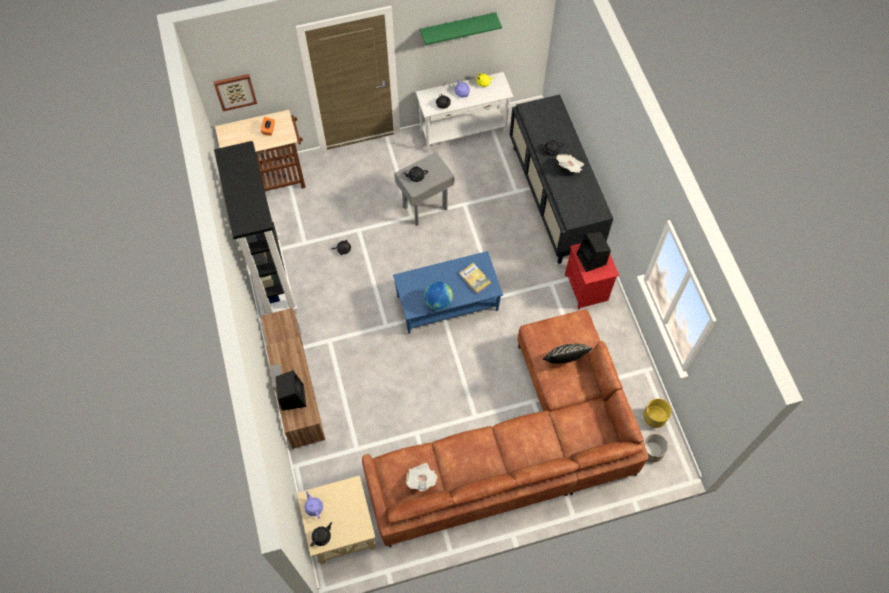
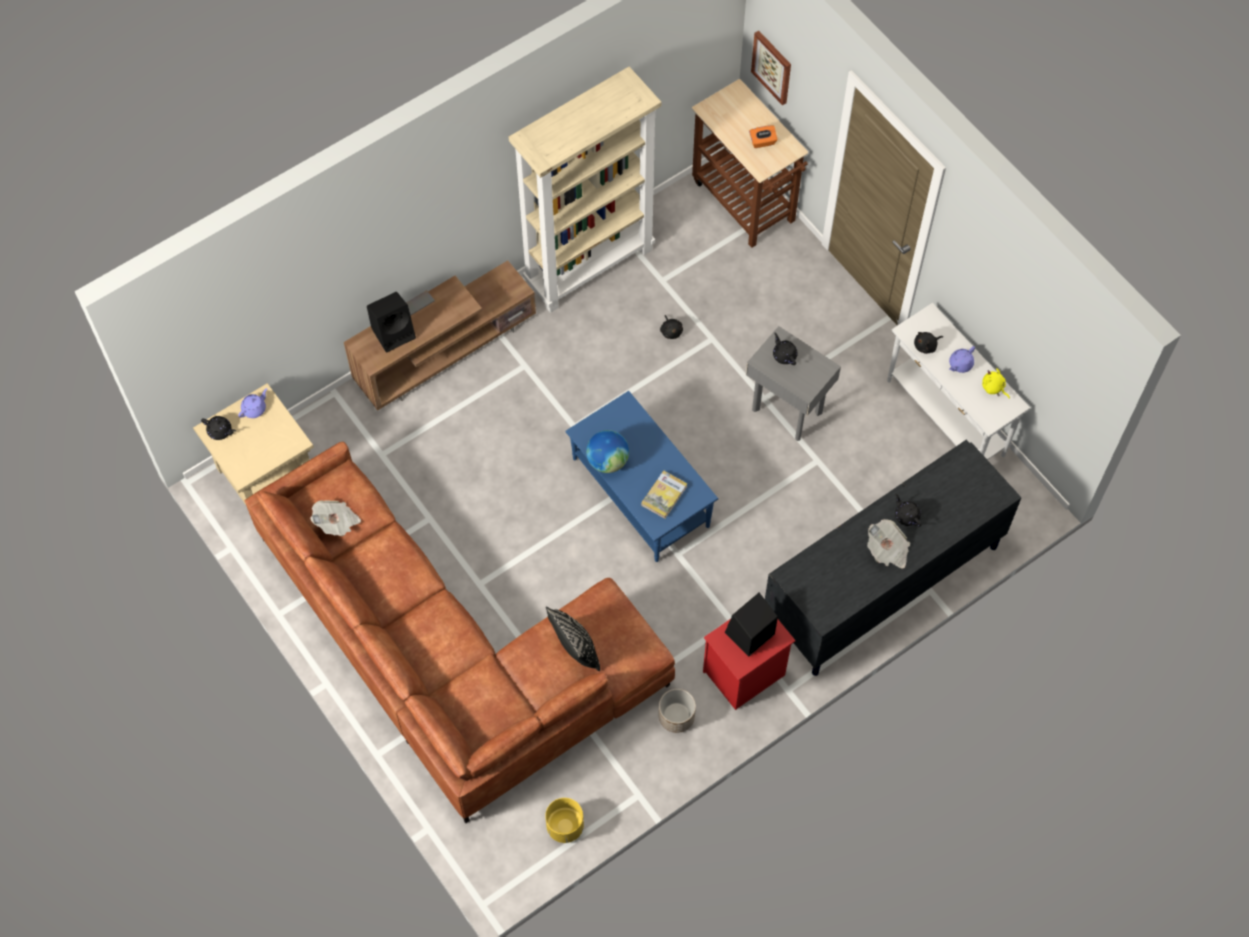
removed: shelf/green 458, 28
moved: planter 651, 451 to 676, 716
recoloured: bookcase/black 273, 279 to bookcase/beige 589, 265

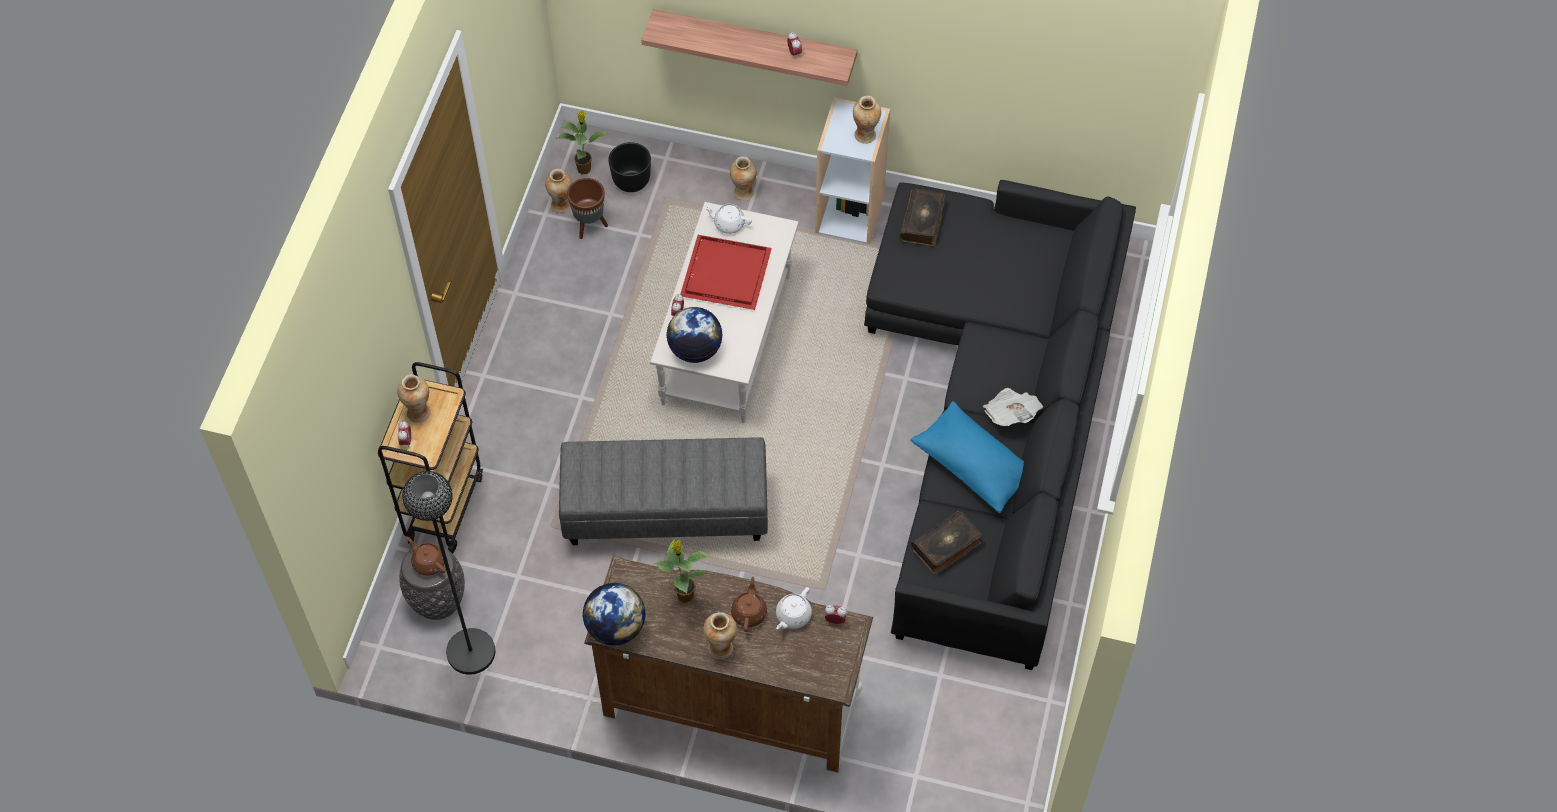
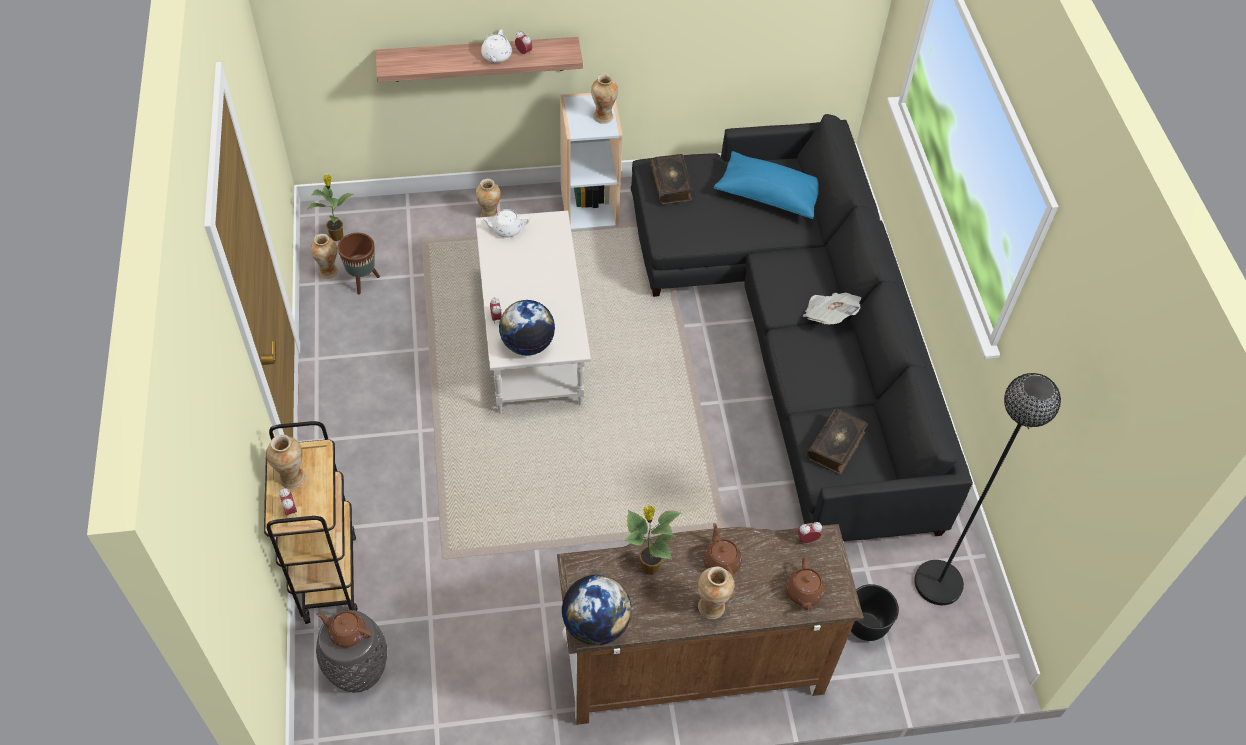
removed: ottoman/grey 666, 514; tray/red 725, 272
added: teapot/brown 803, 593
moved: floor lamp/black 471, 653 to 938, 584; planter/black 631, 182 to 865, 625; teapot/white 793, 616 to 496, 56; pillow/blue 974, 465 to 769, 195

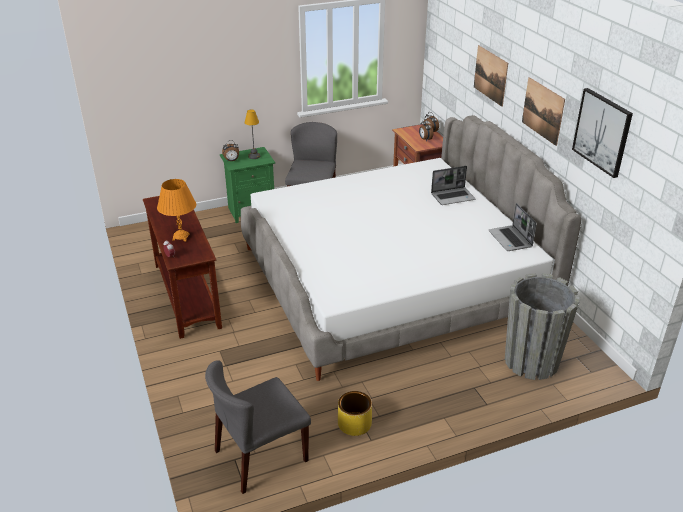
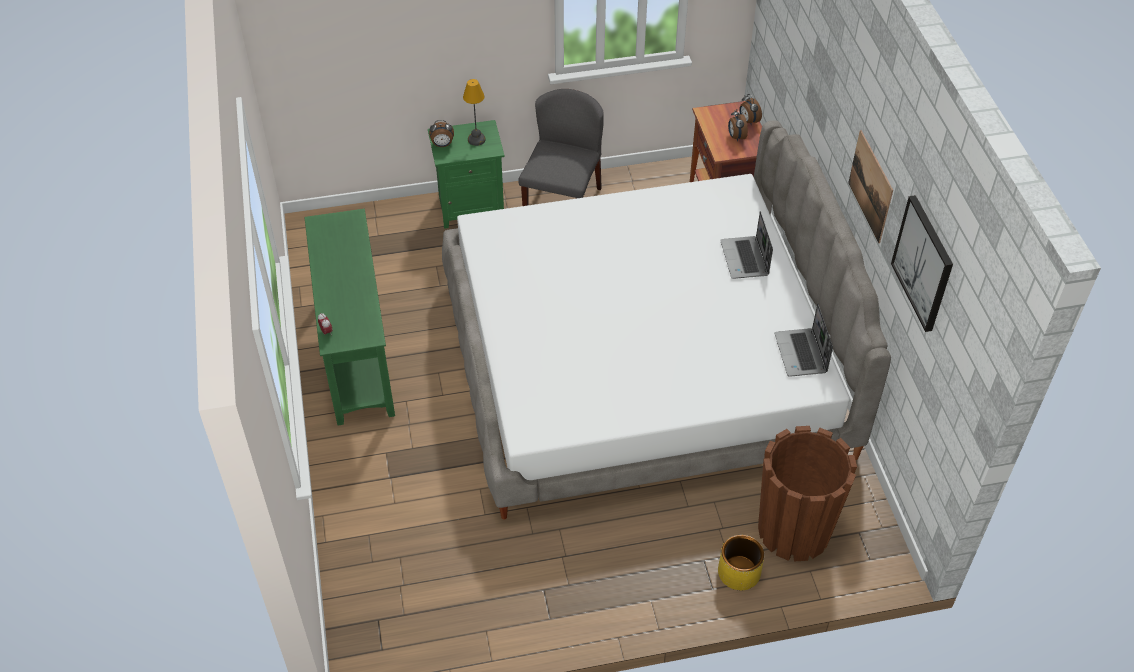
removed: table lamp/orange 181, 237; chair/grey 260, 456; picture 490, 75
moved: planter/yellow 354, 424 to 739, 573
recoloured: console table/brown 186, 295 to console table/green 356, 353; planter/grey 531, 361 to planter/brown 794, 530
turned: laptop 453, 197 = 745, 259 90 degrees clockwise

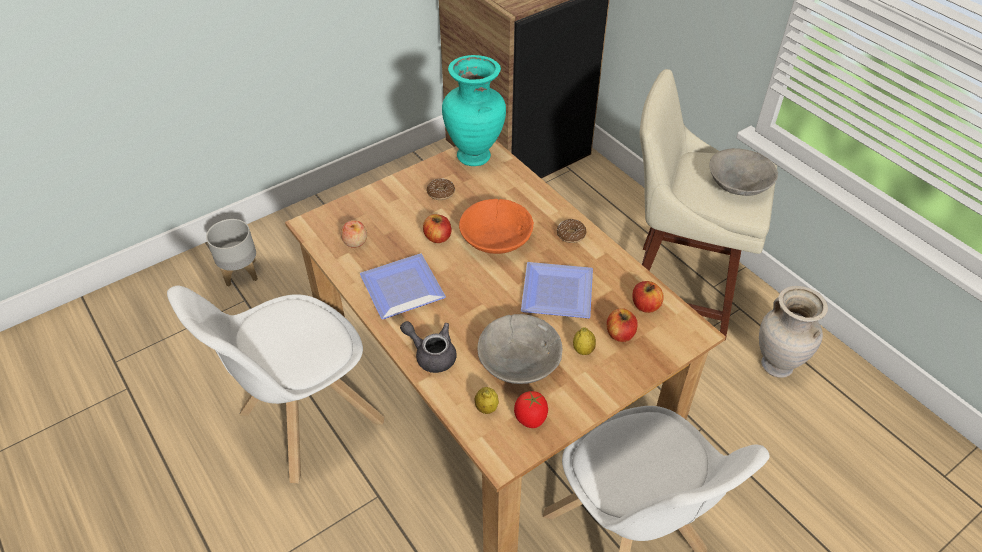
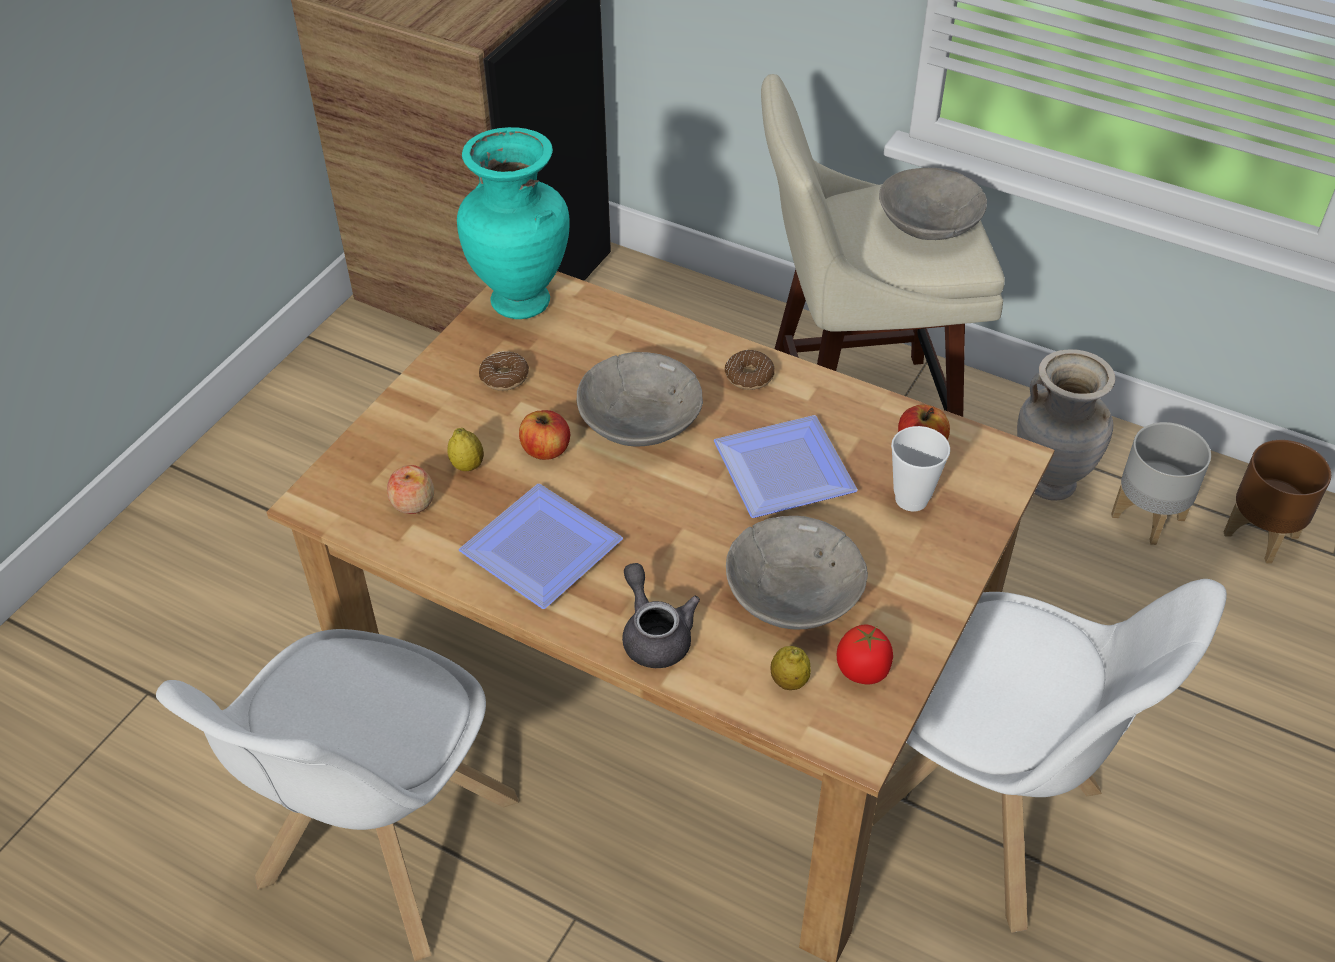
added: planter/brown 1259, 534
moved: planter/grey 241, 272 to 1146, 516; lemon 583, 350 to 467, 465
replaced: apple 620, 334 to cup 911, 499
recoloured: bowl/orange 496, 240 to bowl/grey 640, 422
turned: teapot/grey 431, 354 = 654, 634 60 degrees clockwise

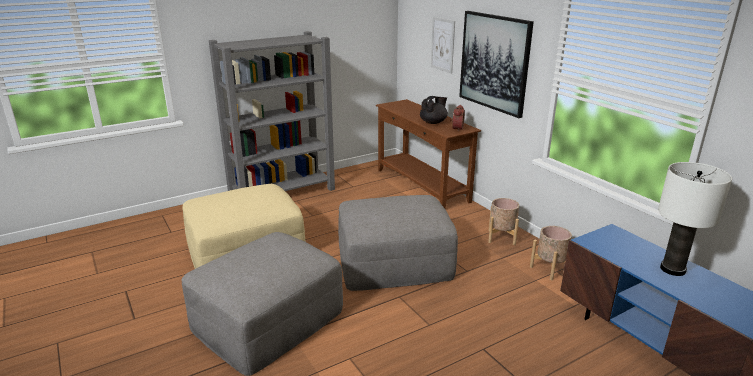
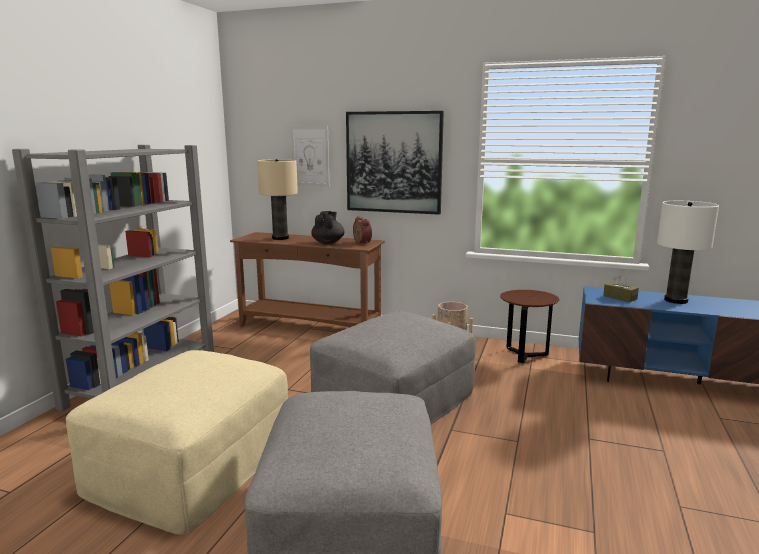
added: table lamp/beige 280, 238; tissue box/brown 620, 297
replaced: planter/beige 550, 269 to side table/brown 525, 356

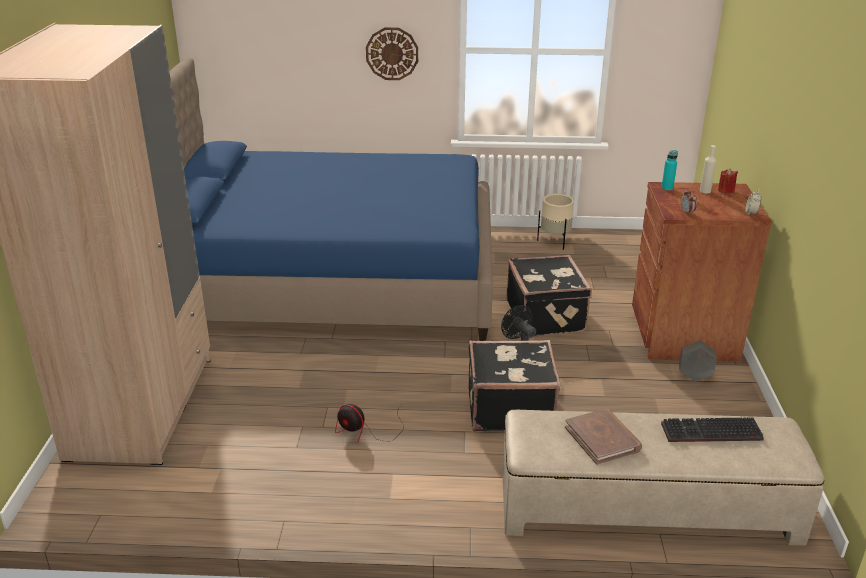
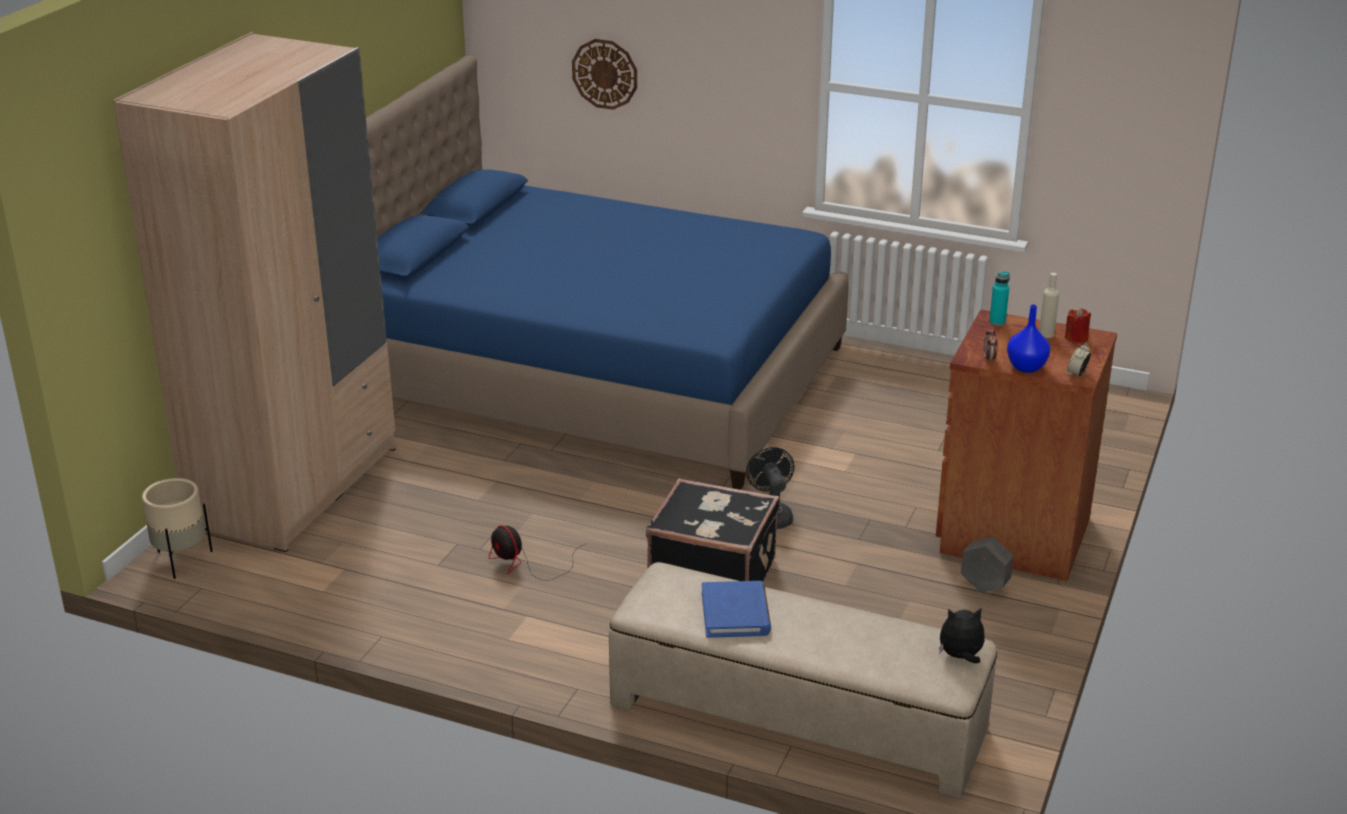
removed: suitcase/black 546, 316; keyboard 710, 433
added: plush toy 960, 657; vase/blue 1026, 367
moved: wall clock 392, 53 to 605, 73; planter/beige 555, 242 to 182, 560
recoloured: book/brown 602, 439 to book/blue 735, 613

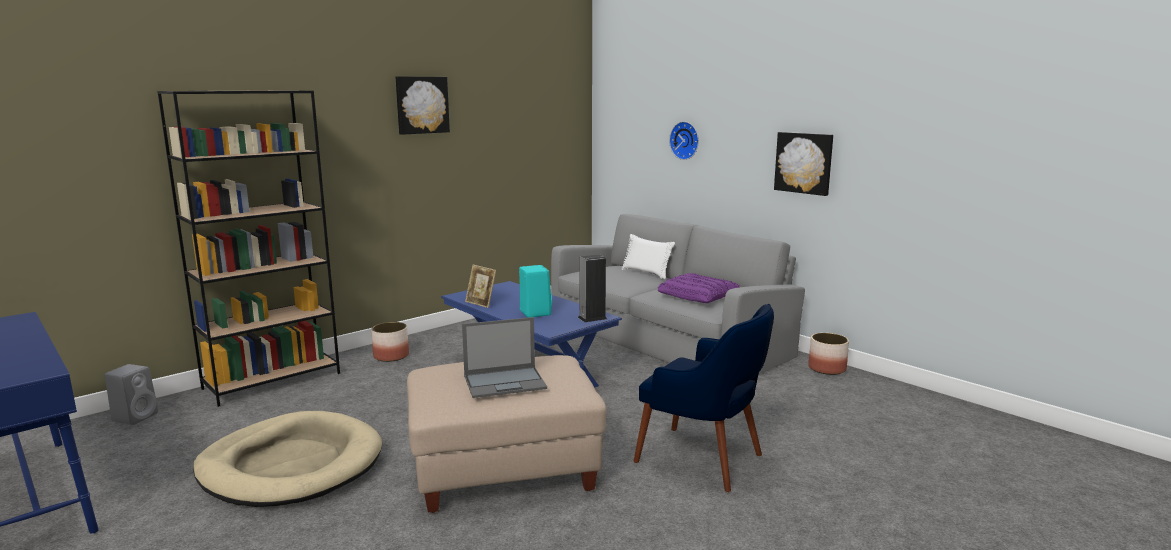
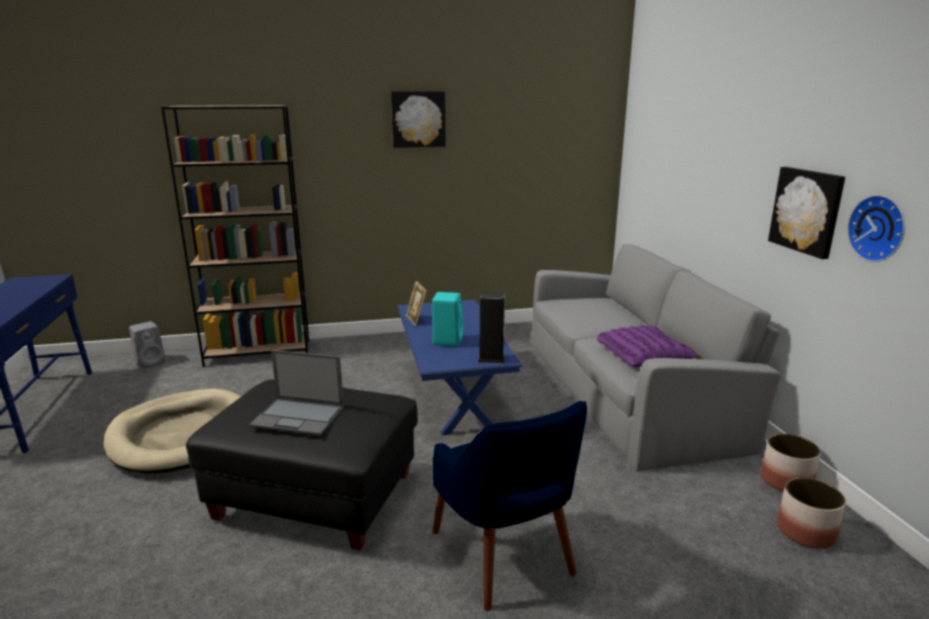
removed: pillow/white 646, 273
moved: planter 391, 356 to 806, 532; wall clock 685, 140 to 879, 228
recoloured: ottoman/beige 504, 470 to ottoman/black 316, 496

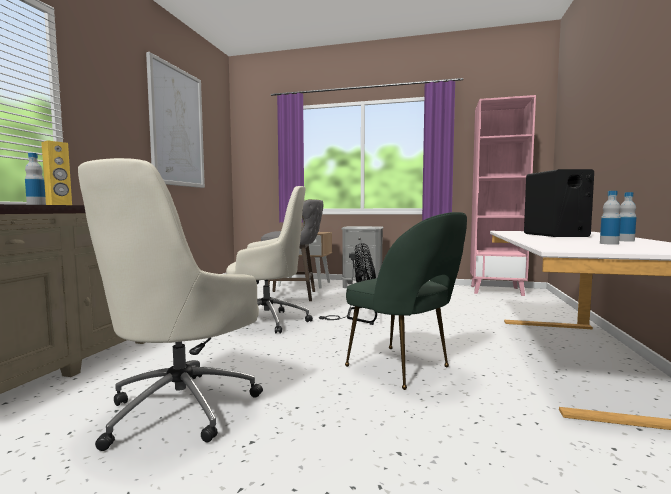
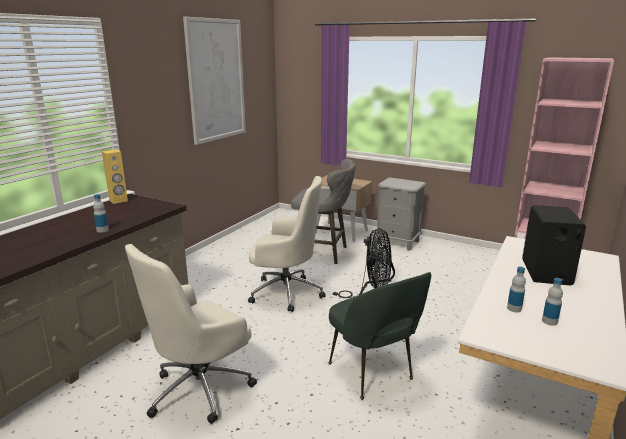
moved: bottle 625, 240 to 514, 308

